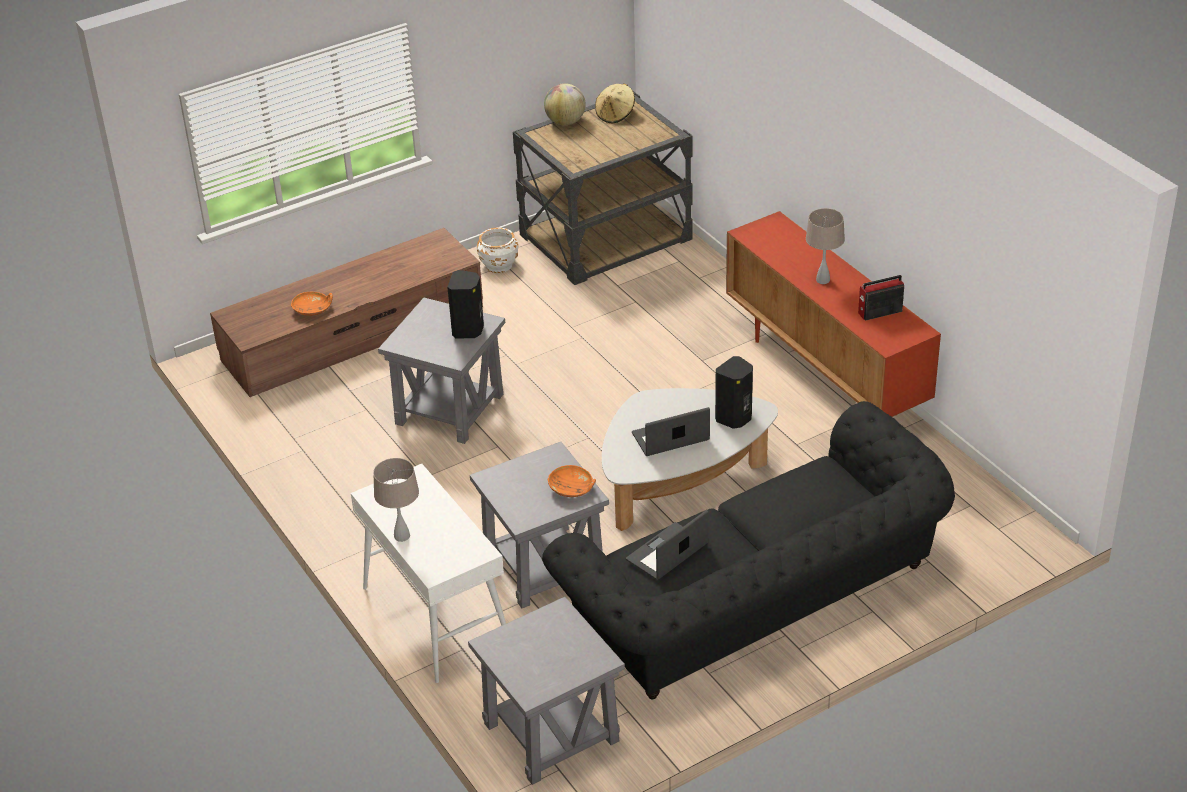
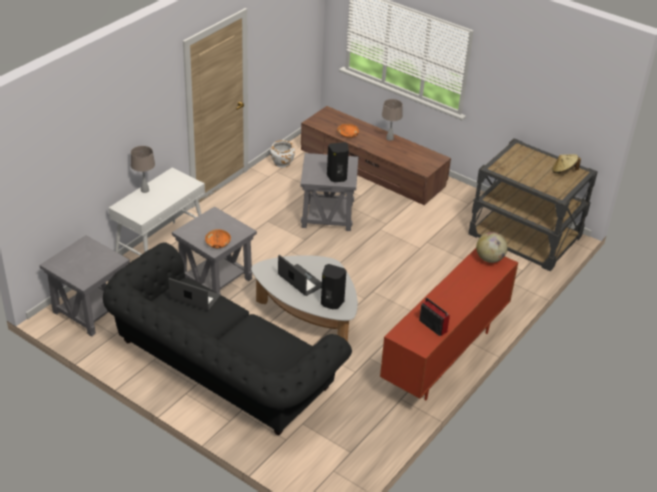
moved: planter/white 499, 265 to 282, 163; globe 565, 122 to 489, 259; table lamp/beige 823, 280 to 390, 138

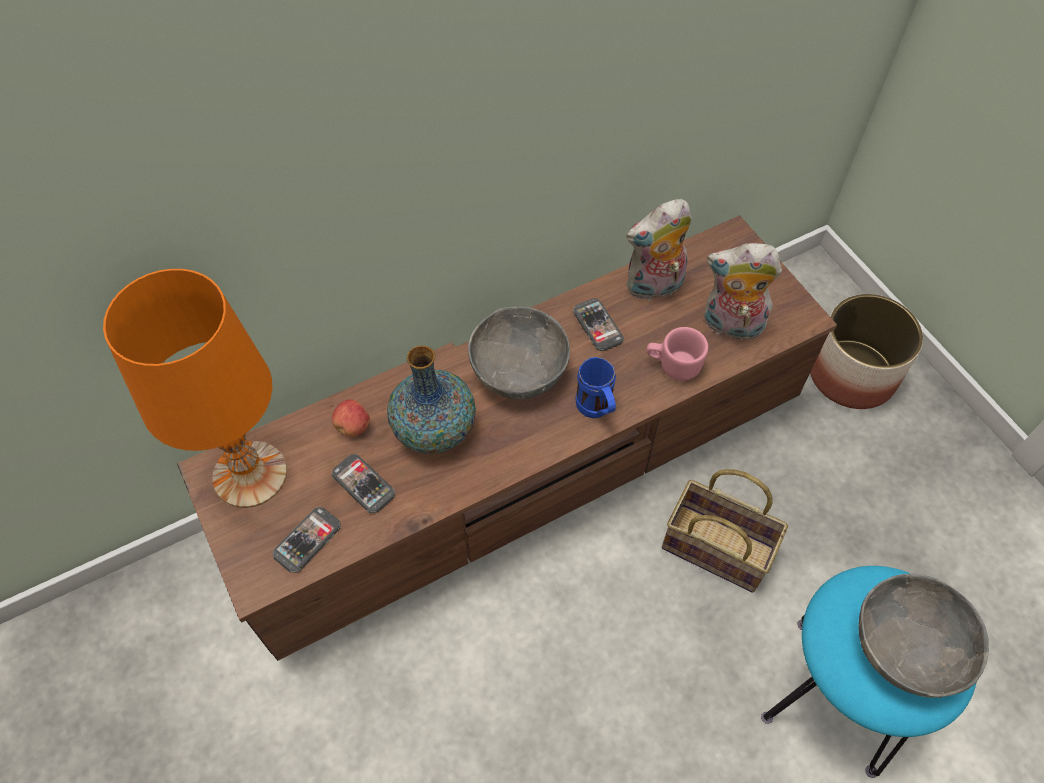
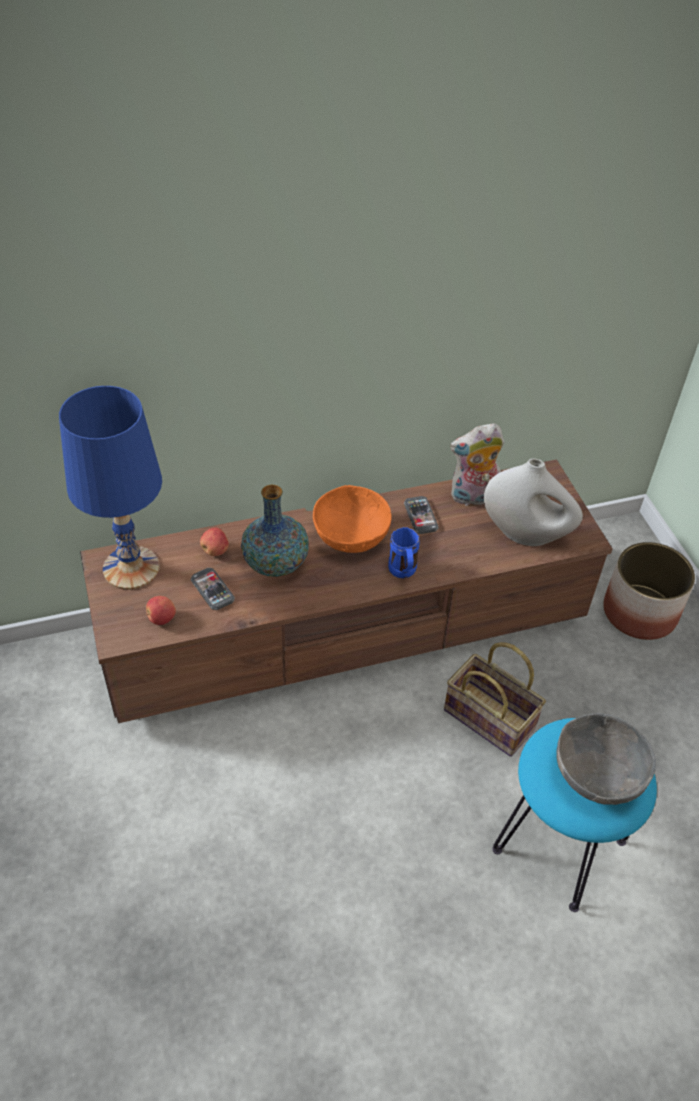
removed: mug/pink 673, 365
replaced: phone 307, 540 to apple 161, 618; plush toy 730, 326 to vase/white 526, 534
recoloured: table lamp/orange 250, 473 to table lamp/blue 131, 567; bowl/grey 519, 370 to bowl/orange 351, 535

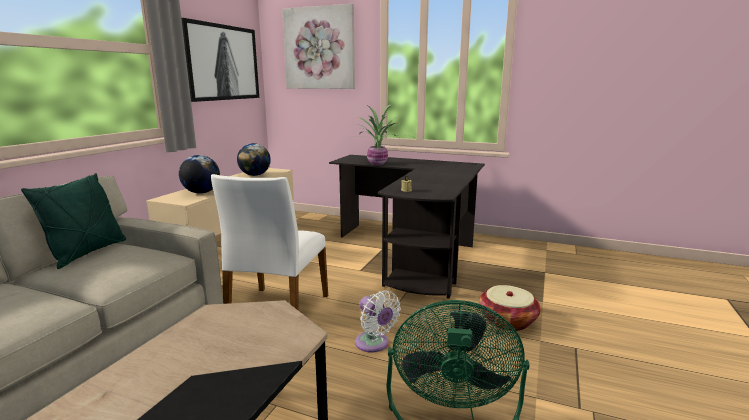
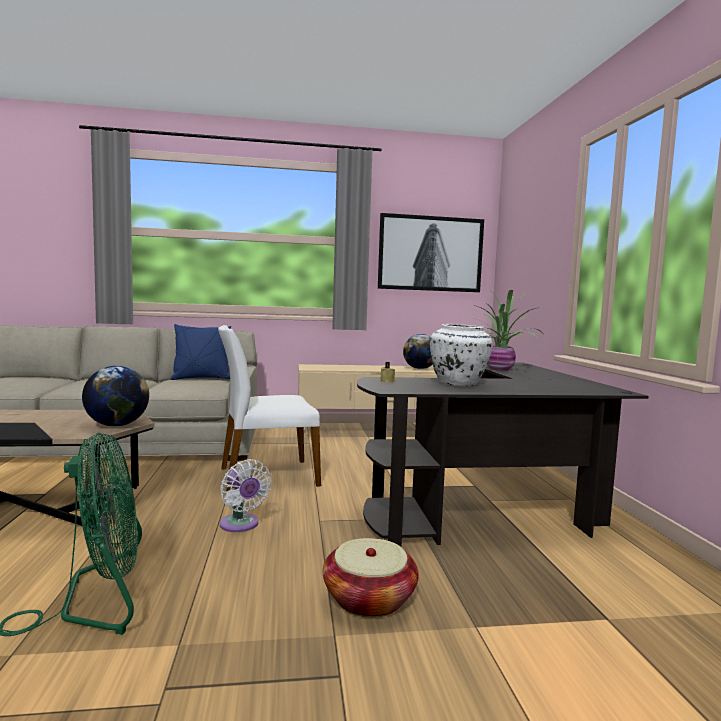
removed: picture 319, 48
added: vase/white 458, 383
moved: globe 201, 192 to 117, 425
recoloured: pillow/green 87, 253 to pillow/blue 201, 378
turned: fan/white 374, 344 = 241, 525 60 degrees counterclockwise

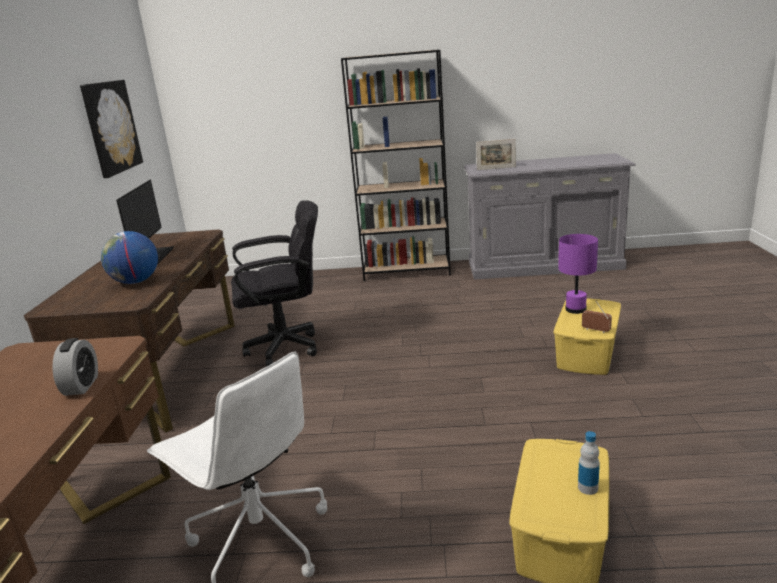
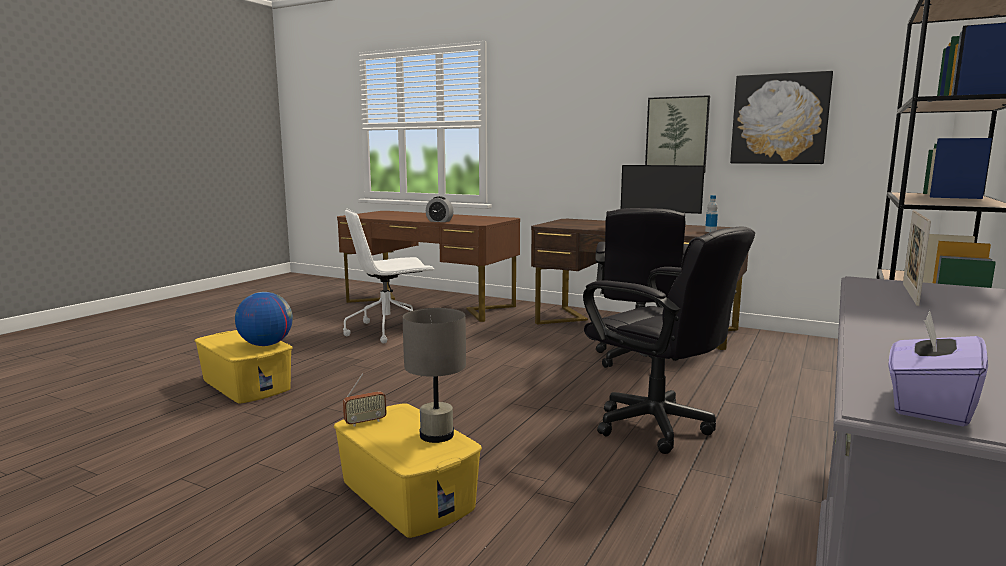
added: office chair/black 659, 429; picture 677, 135; tissue box/purple 928, 405
moved: globe 135, 282 to 266, 344; bottle 587, 488 to 710, 231
recoloured: table lamp/purple 576, 309 to table lamp/grey 436, 435

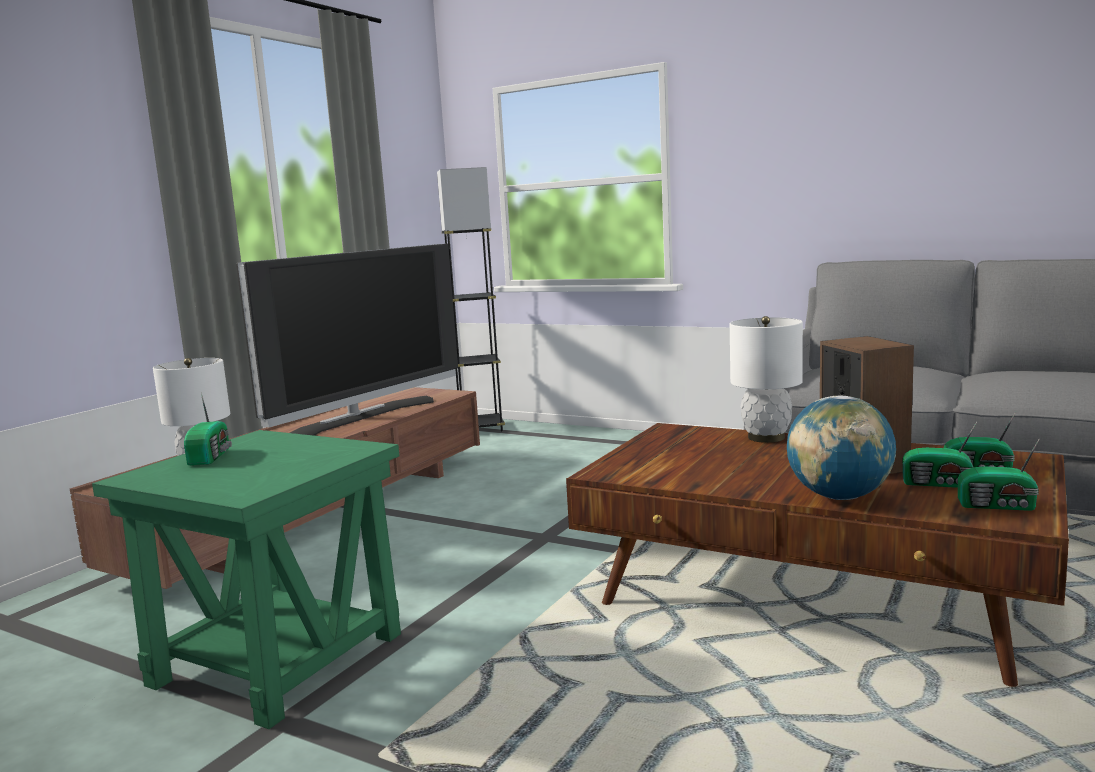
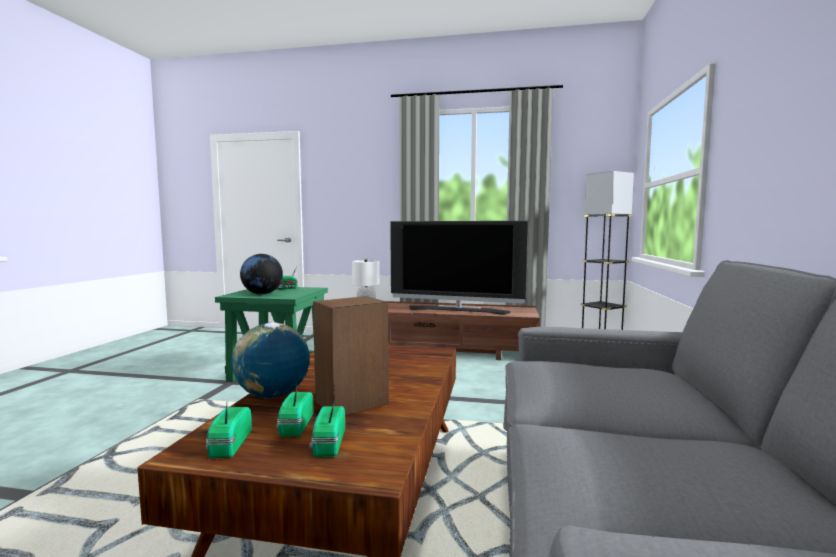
removed: table lamp/white 766, 437
added: globe 262, 294

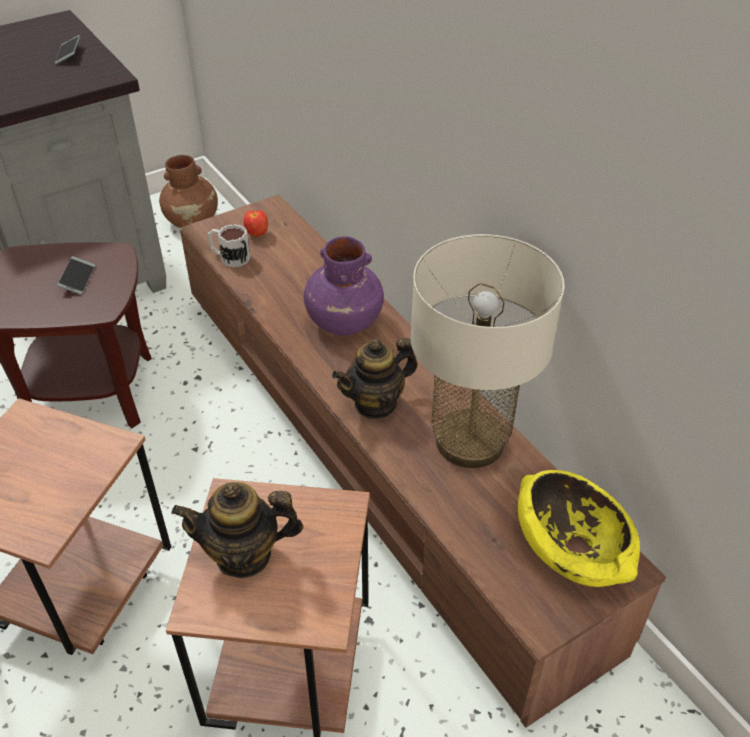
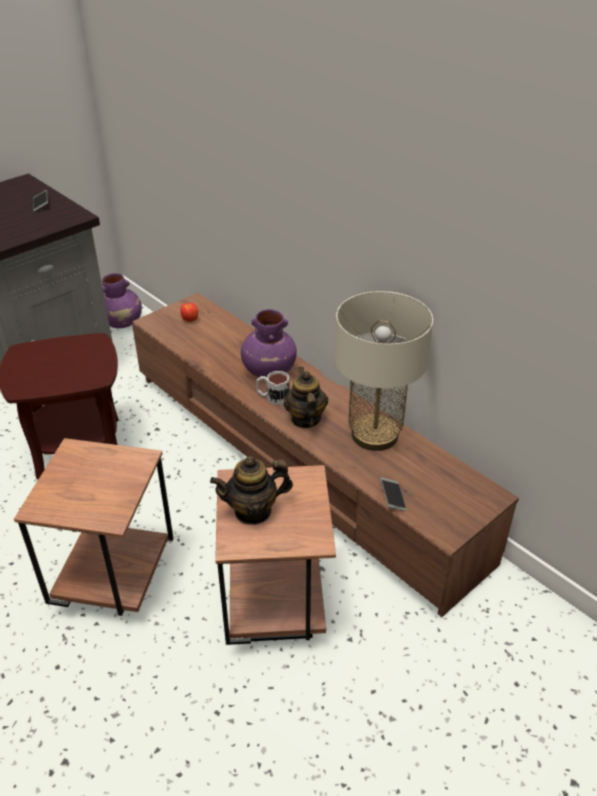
removed: bowl/yellow 572, 547
moved: phone 78, 279 to 392, 497; mug 229, 257 to 273, 397
recoloured: vase/brown 193, 221 to vase/purple 123, 322
turned: teapot 376, 403 = 305, 419 120 degrees clockwise

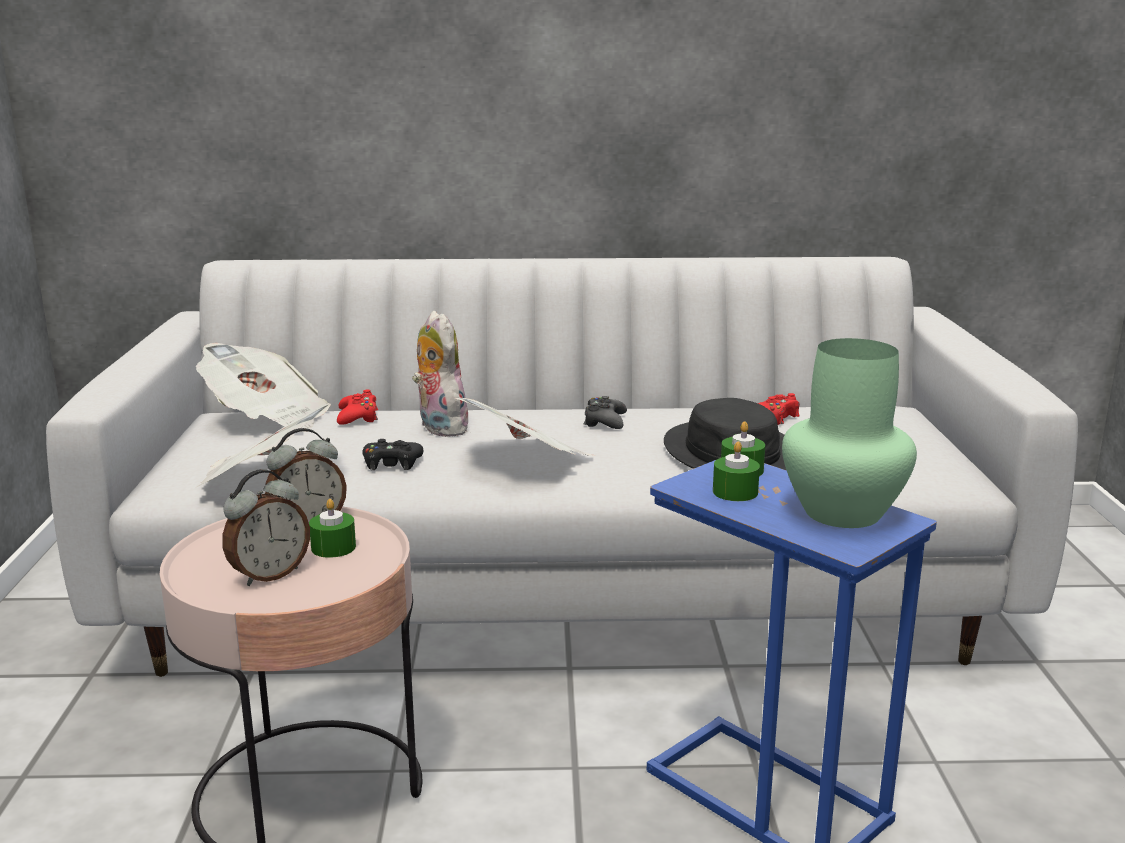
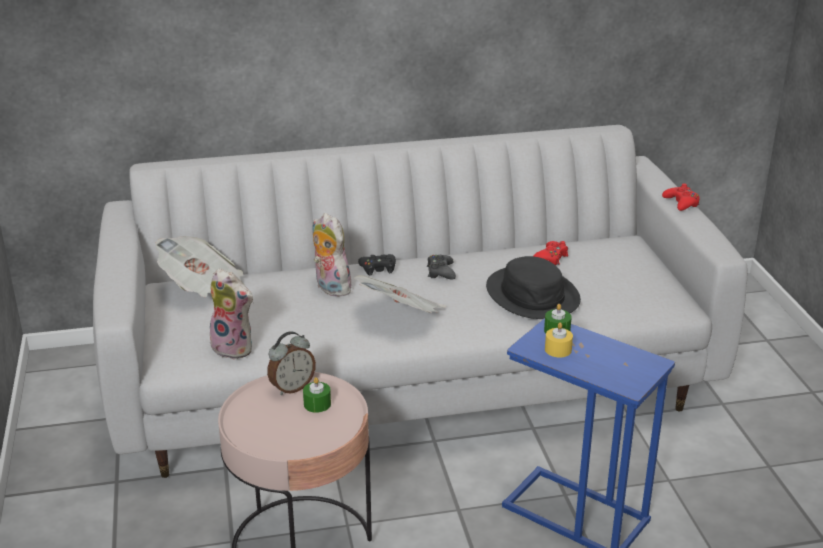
removed: alarm clock 269, 575; vase/green 844, 513
moved: game controller/red 358, 417 to 681, 203; game controller/black 392, 463 to 378, 269
replaced: newspaper 265, 479 to plush toy 235, 347
recoloured: candle/green 735, 492 to candle/yellow 558, 350

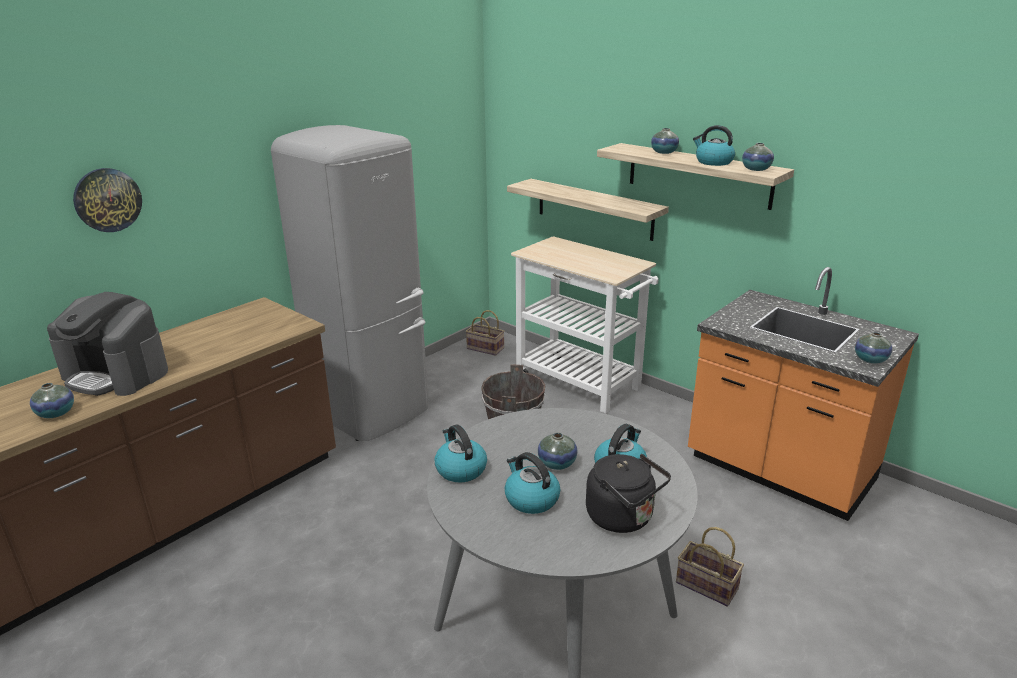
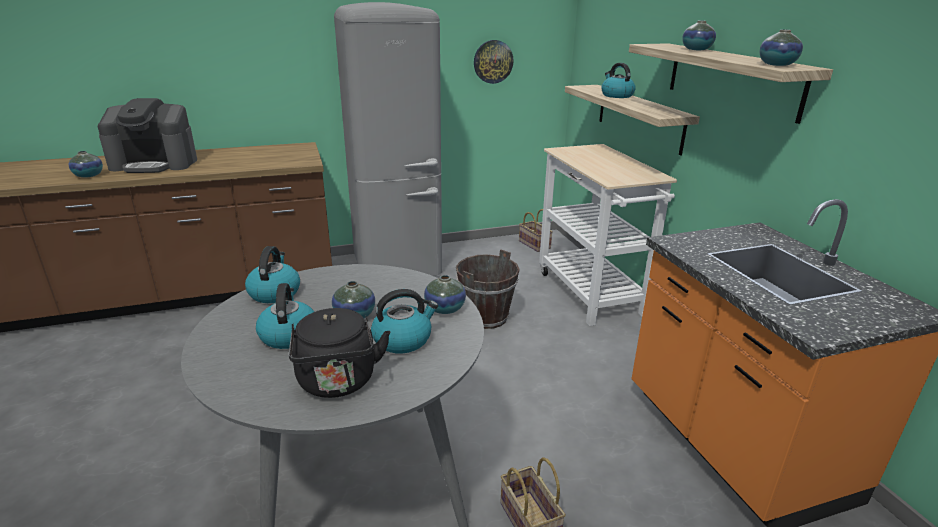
moved: wall clock 107, 200 to 493, 61; kettle 713, 162 to 616, 95; vase 870, 359 to 445, 308
turned: coffee machine 116, 374 = 155, 164 60 degrees counterclockwise

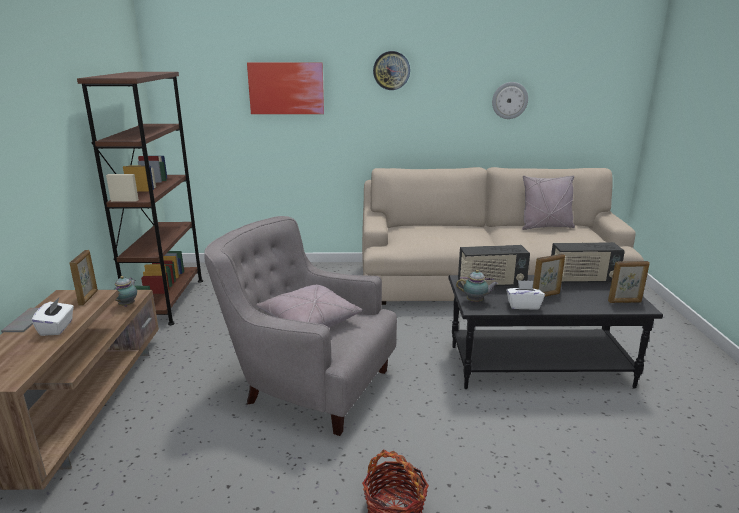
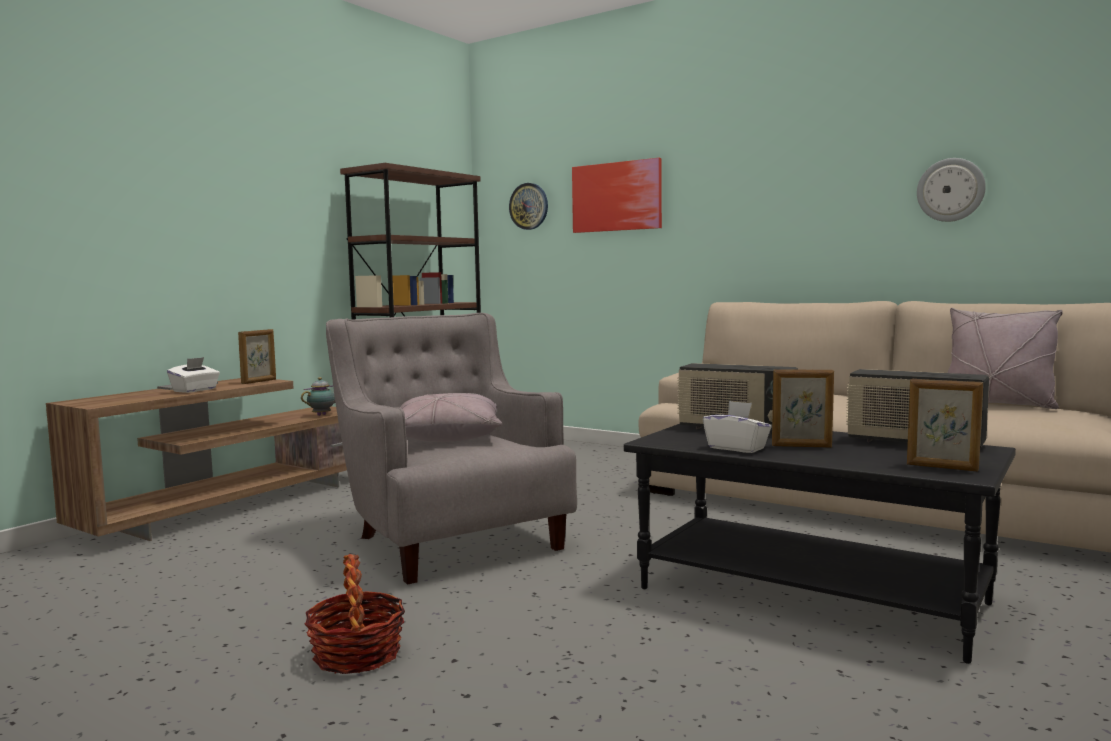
removed: teapot 476, 301
moved: wall clock 391, 70 to 529, 206

